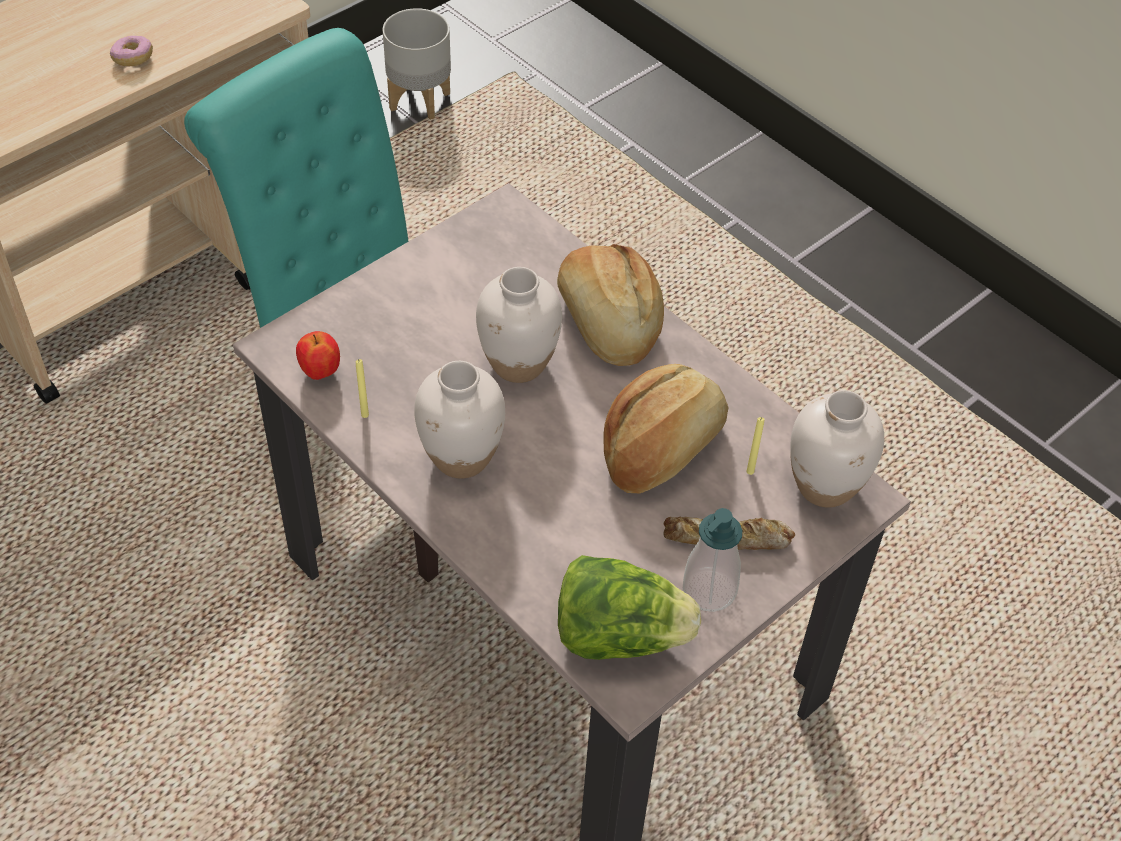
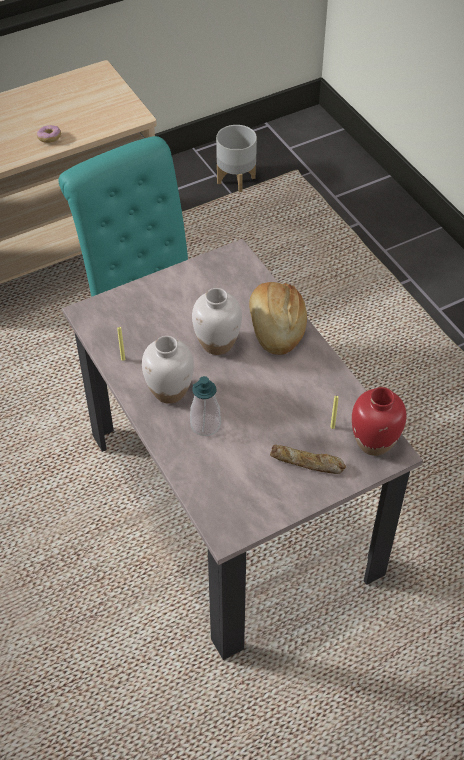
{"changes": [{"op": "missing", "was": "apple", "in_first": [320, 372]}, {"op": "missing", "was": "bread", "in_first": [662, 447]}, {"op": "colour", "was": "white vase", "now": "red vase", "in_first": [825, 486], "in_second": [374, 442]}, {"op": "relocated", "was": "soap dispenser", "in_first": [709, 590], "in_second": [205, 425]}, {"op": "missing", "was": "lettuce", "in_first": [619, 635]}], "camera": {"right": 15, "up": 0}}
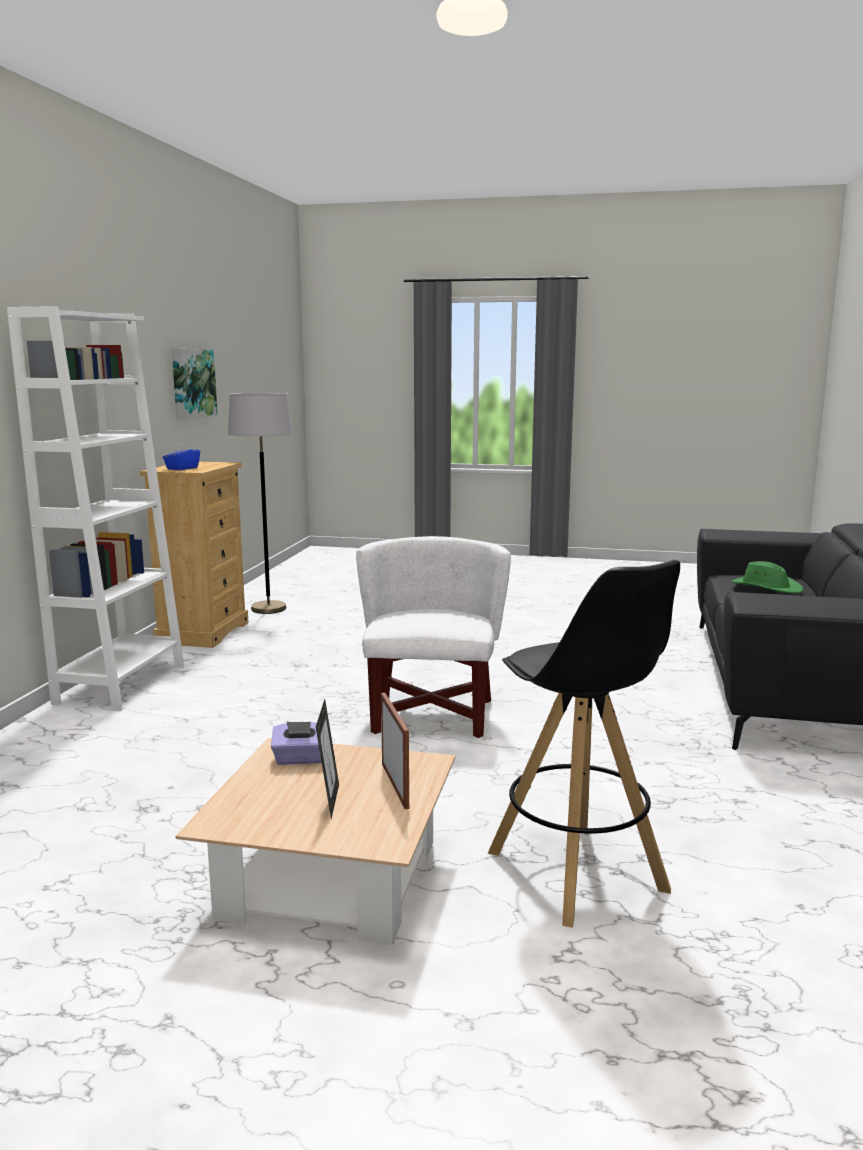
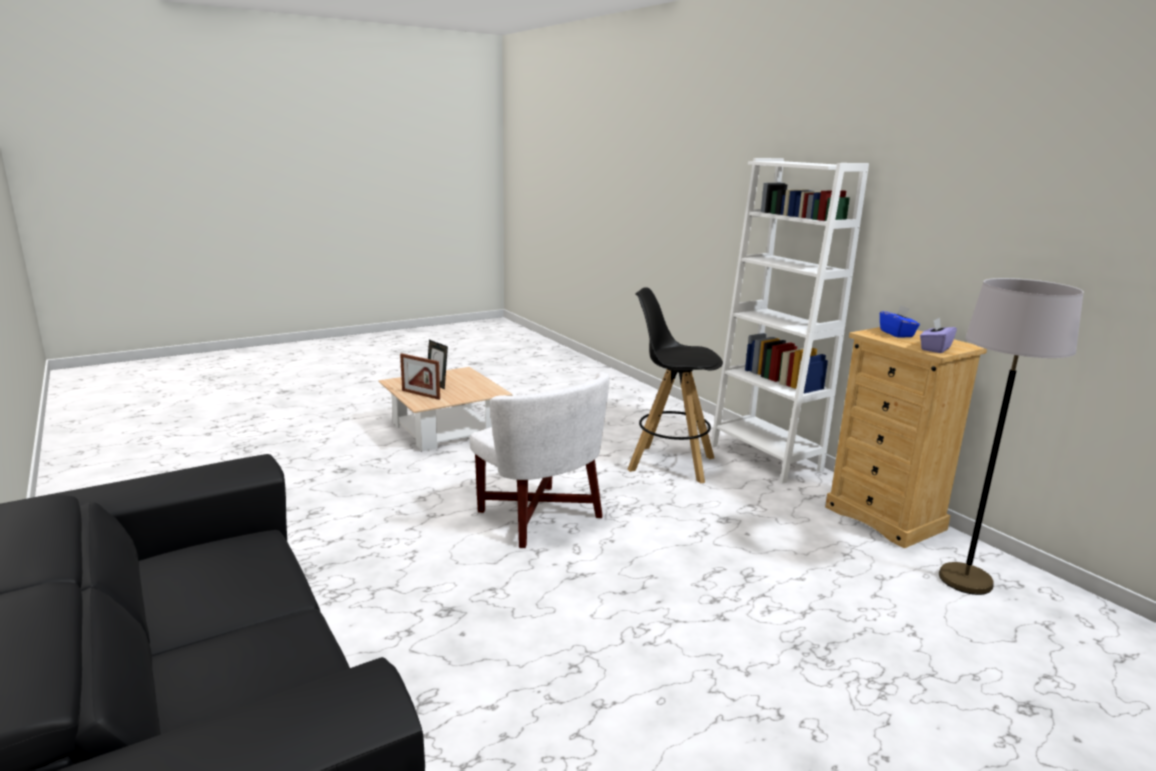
{"changes": [{"op": "missing", "was": "picture", "in_first": [192, 383]}, {"op": "relocated", "was": "black stool", "in_first": [577, 872], "in_second": [670, 463]}, {"op": "missing", "was": "green hat", "in_first": [766, 587]}, {"op": "relocated", "was": "purple tissue box", "in_first": [300, 759], "in_second": [935, 349]}], "camera": {"right": 135, "up": 5}}
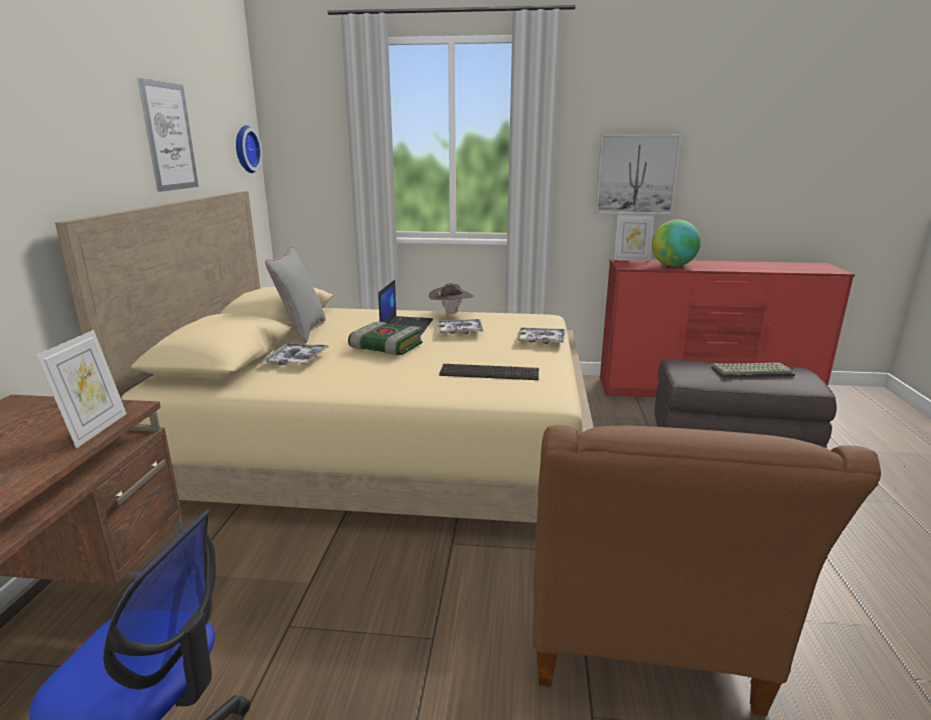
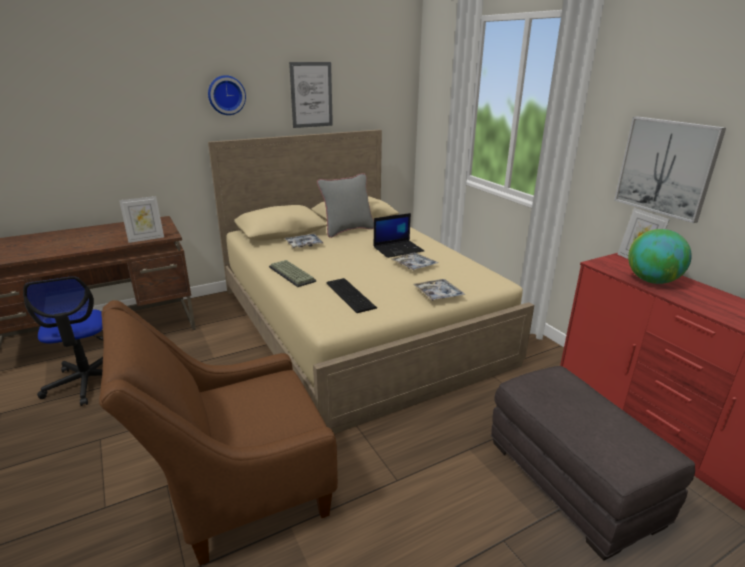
{"changes": [{"op": "relocated", "was": "wall clock", "in_first": [245, 149], "in_second": [226, 95]}, {"op": "missing", "was": "brown hat", "in_first": [451, 313]}, {"op": "missing", "was": "book", "in_first": [385, 347]}, {"op": "relocated", "was": "keyboard", "in_first": [752, 371], "in_second": [293, 274]}], "camera": {"right": 55, "up": 5}}
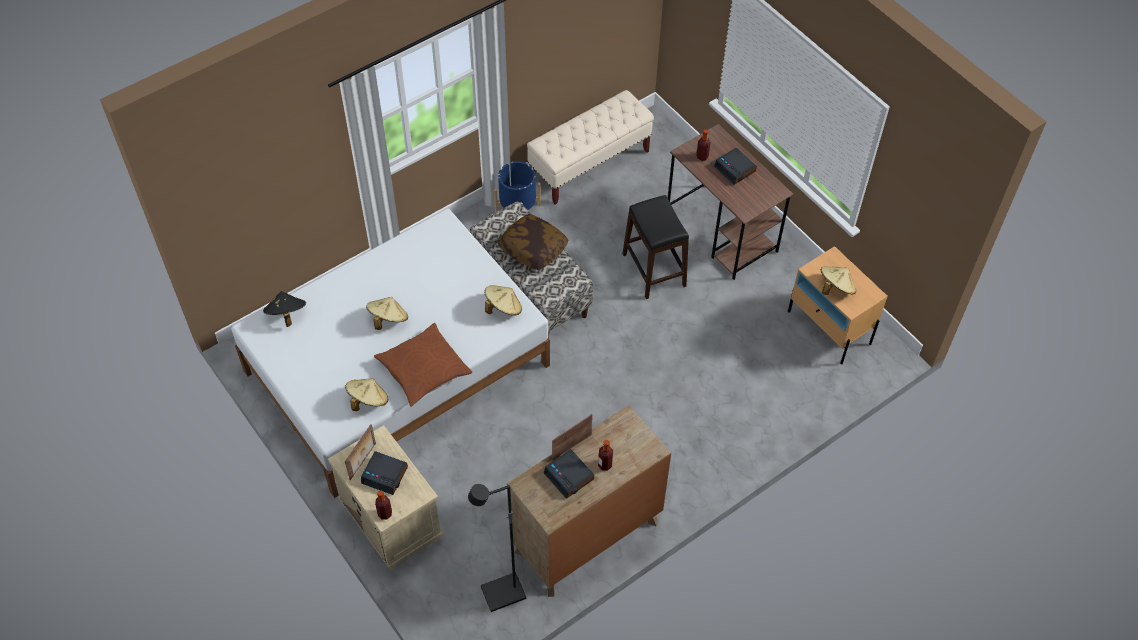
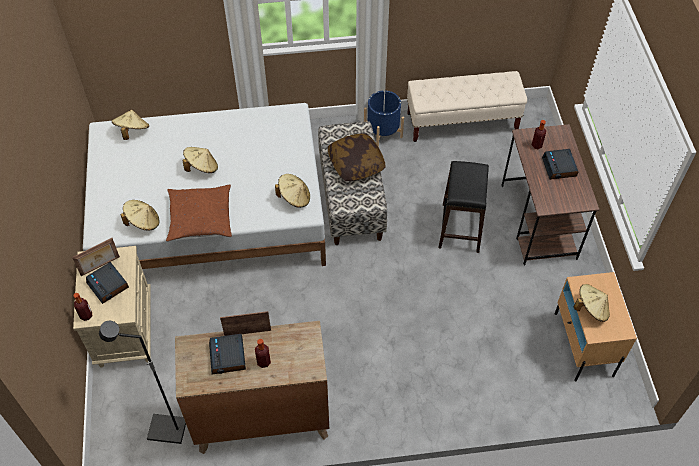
{"changes": [{"op": "colour", "was": "black hat", "now": "beige hat", "in_first": [286, 315], "in_second": [132, 131]}], "camera": {"right": 30, "up": 0}}
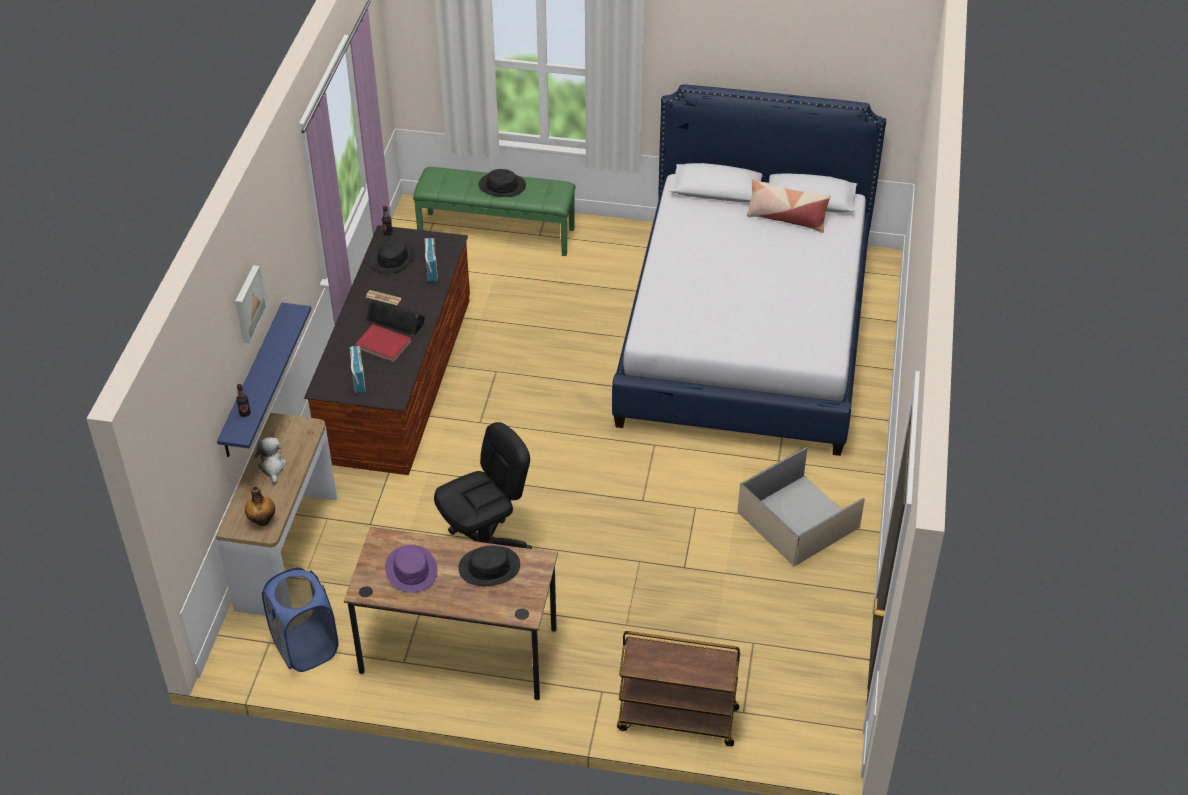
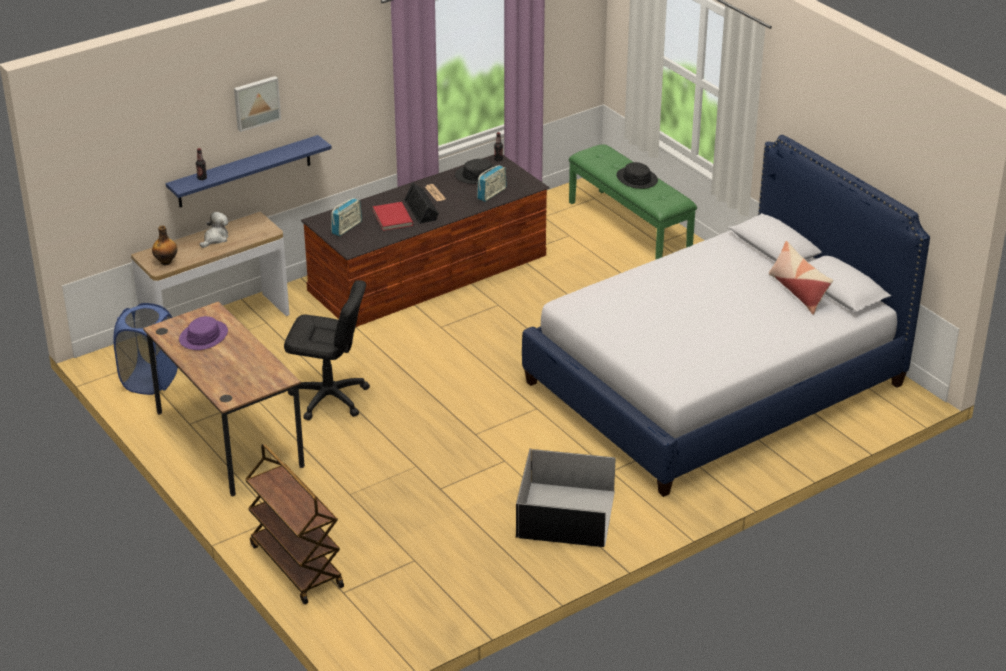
{"changes": [{"op": "colour", "was": "beige storage box", "now": "black storage box", "in_first": [799, 520], "in_second": [566, 515]}, {"op": "missing", "was": "black hat", "in_first": [489, 567]}], "camera": {"right": 45, "up": -10}}
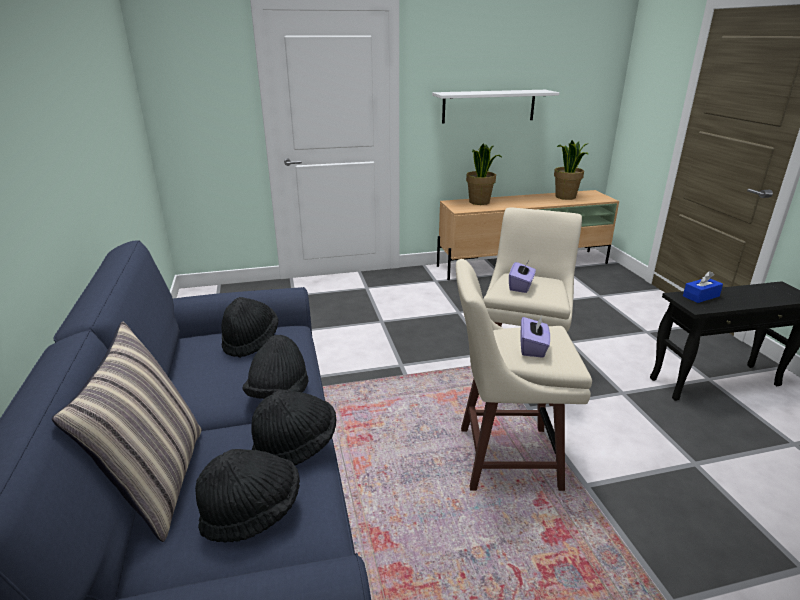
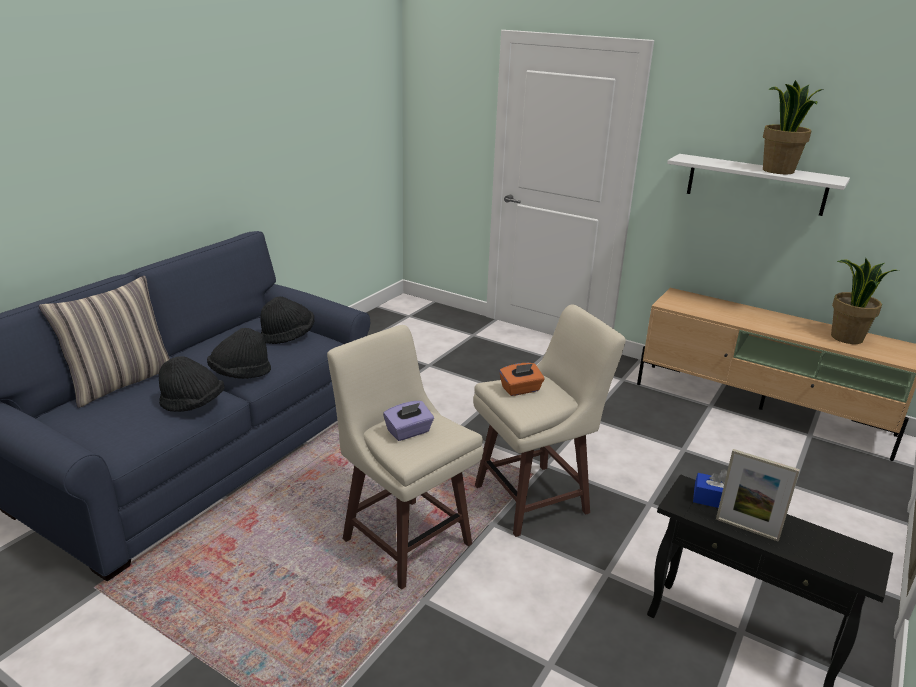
{"changes": [{"op": "relocated", "was": "potted plant", "in_first": [479, 202], "in_second": [778, 171]}, {"op": "colour", "was": "purple tissue box", "now": "orange tissue box", "in_first": [521, 286], "in_second": [521, 390]}, {"op": "missing", "was": "black hat", "in_first": [252, 512]}, {"op": "appeared", "now": "picture frame", "in_second": [747, 529]}], "camera": {"right": 45, "up": 0}}
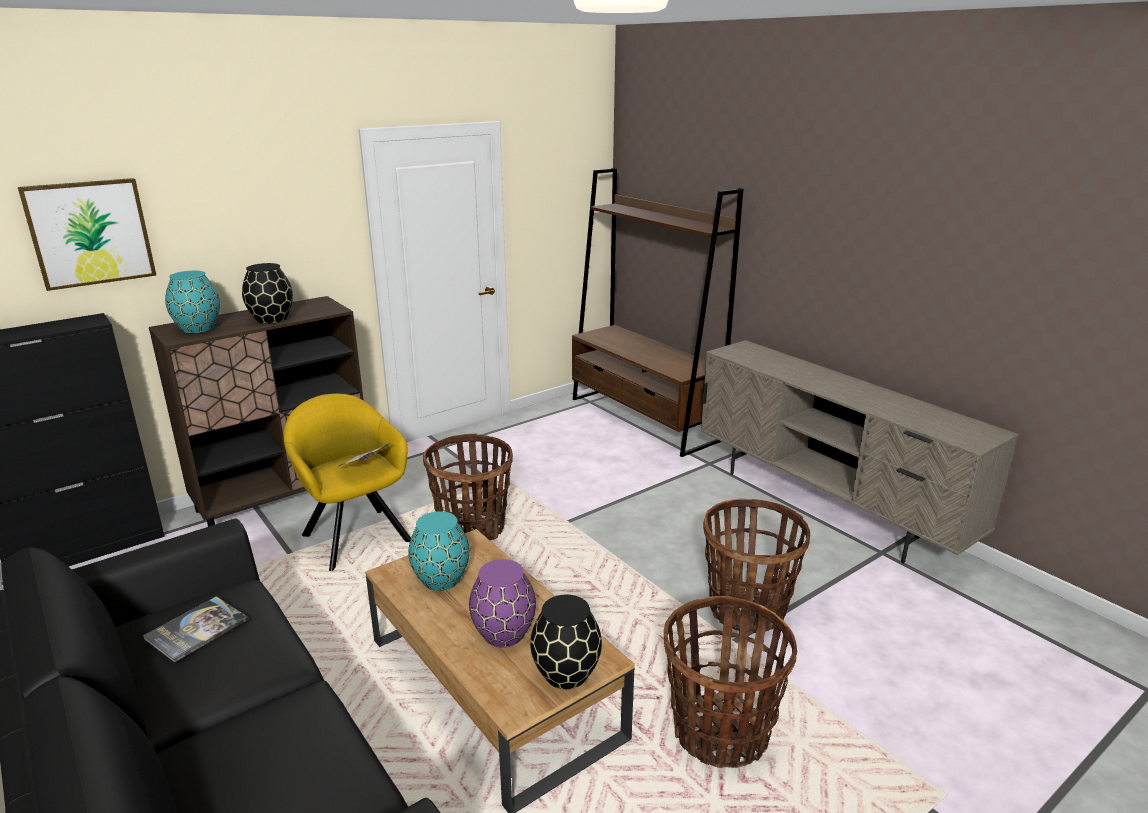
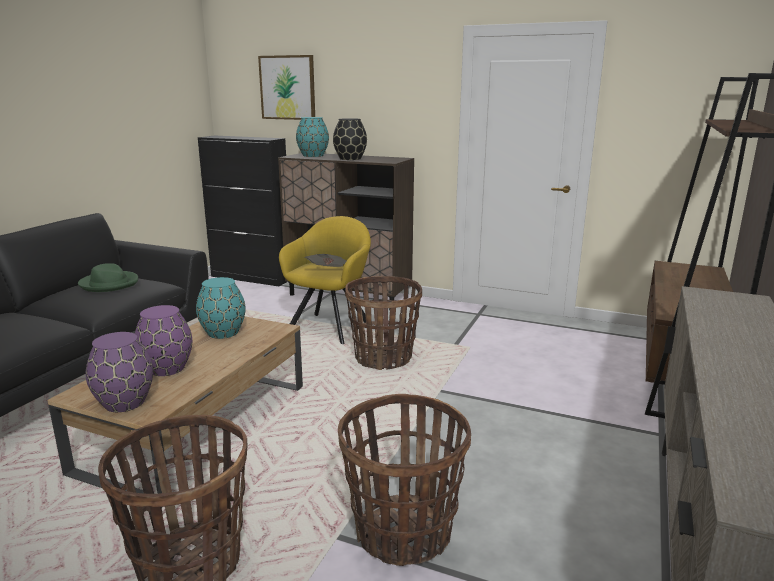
{"changes": [{"op": "colour", "was": "black vase", "now": "purple vase", "in_first": [565, 673], "in_second": [124, 402]}, {"op": "exchanged", "was": "book", "now": "green hat", "in_first": [197, 629], "in_second": [109, 284]}], "camera": {"right": 60, "up": -5}}
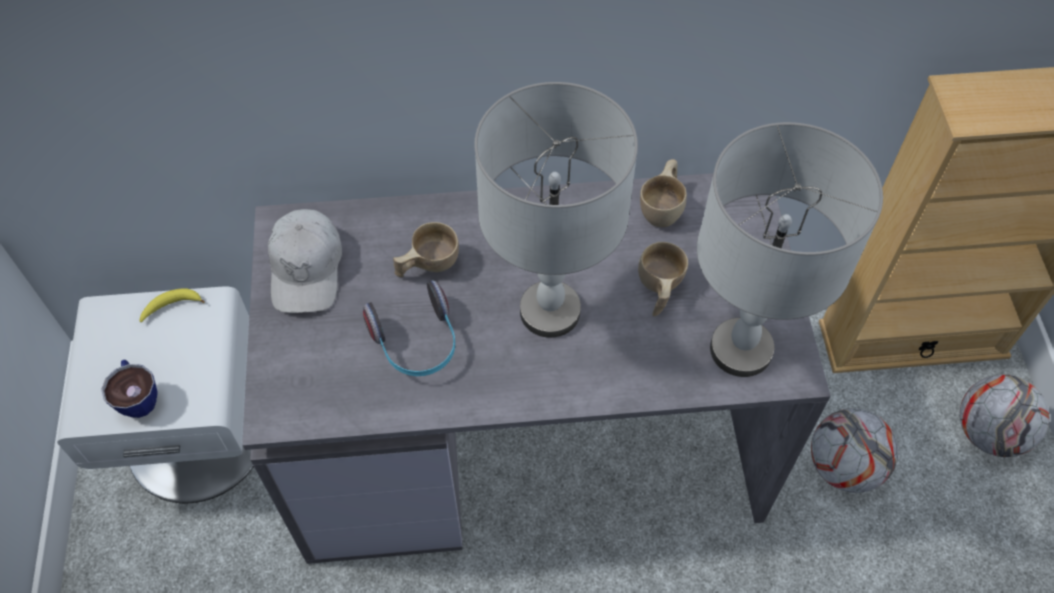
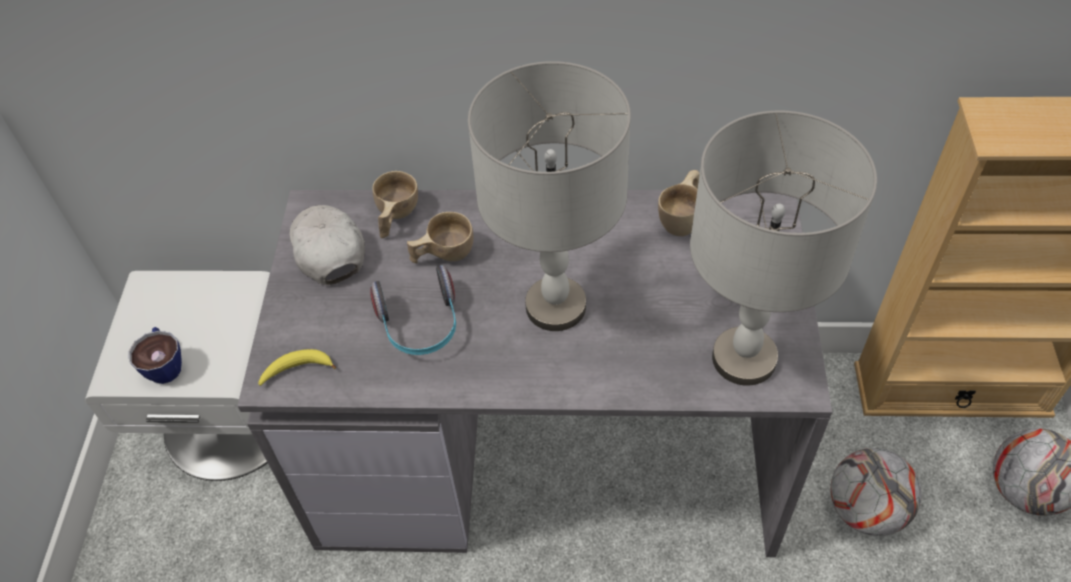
{"changes": [{"op": "spun", "was": "white cap", "in_first": [307, 269], "in_second": [328, 249], "clockwise": 150}, {"op": "relocated", "was": "beige cup", "in_first": [658, 290], "in_second": [395, 217]}, {"op": "relocated", "was": "banana", "in_first": [171, 307], "in_second": [297, 370]}], "camera": {"right": 10, "up": -5}}
